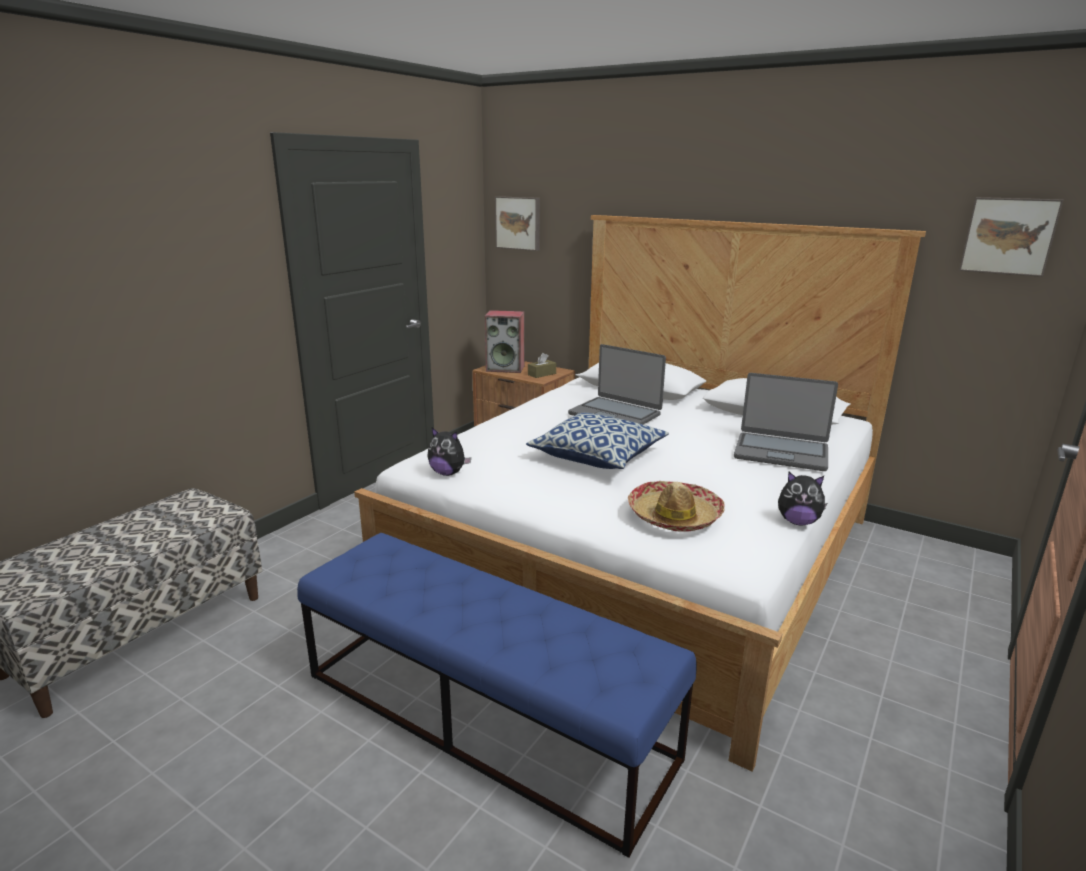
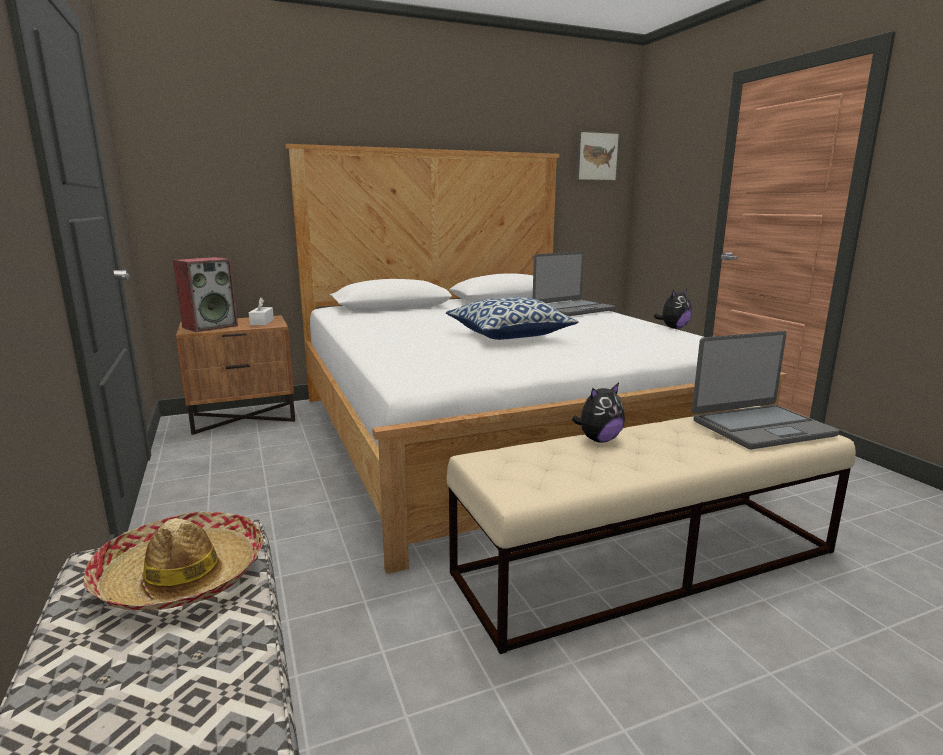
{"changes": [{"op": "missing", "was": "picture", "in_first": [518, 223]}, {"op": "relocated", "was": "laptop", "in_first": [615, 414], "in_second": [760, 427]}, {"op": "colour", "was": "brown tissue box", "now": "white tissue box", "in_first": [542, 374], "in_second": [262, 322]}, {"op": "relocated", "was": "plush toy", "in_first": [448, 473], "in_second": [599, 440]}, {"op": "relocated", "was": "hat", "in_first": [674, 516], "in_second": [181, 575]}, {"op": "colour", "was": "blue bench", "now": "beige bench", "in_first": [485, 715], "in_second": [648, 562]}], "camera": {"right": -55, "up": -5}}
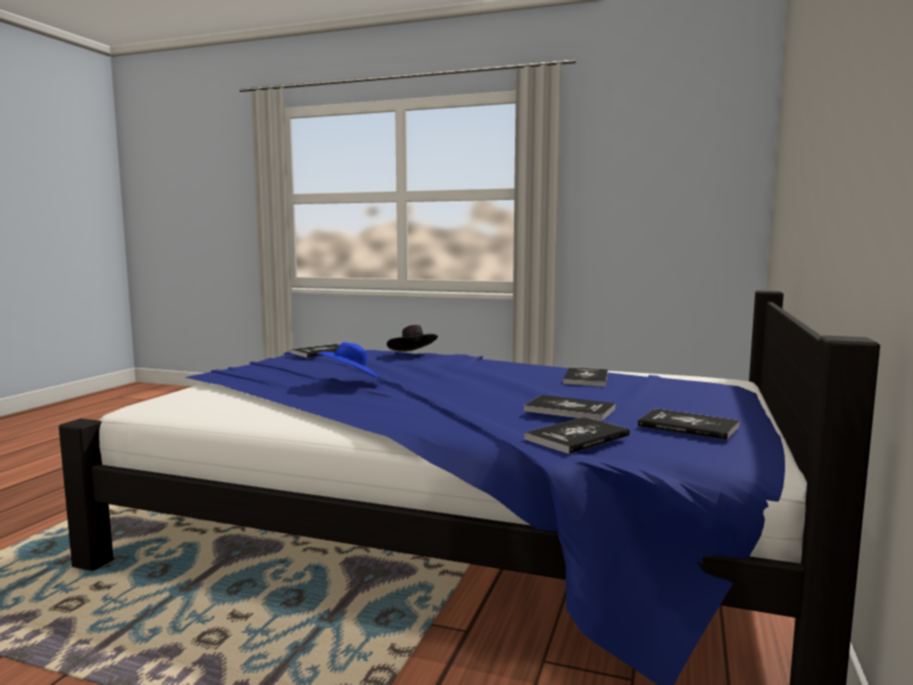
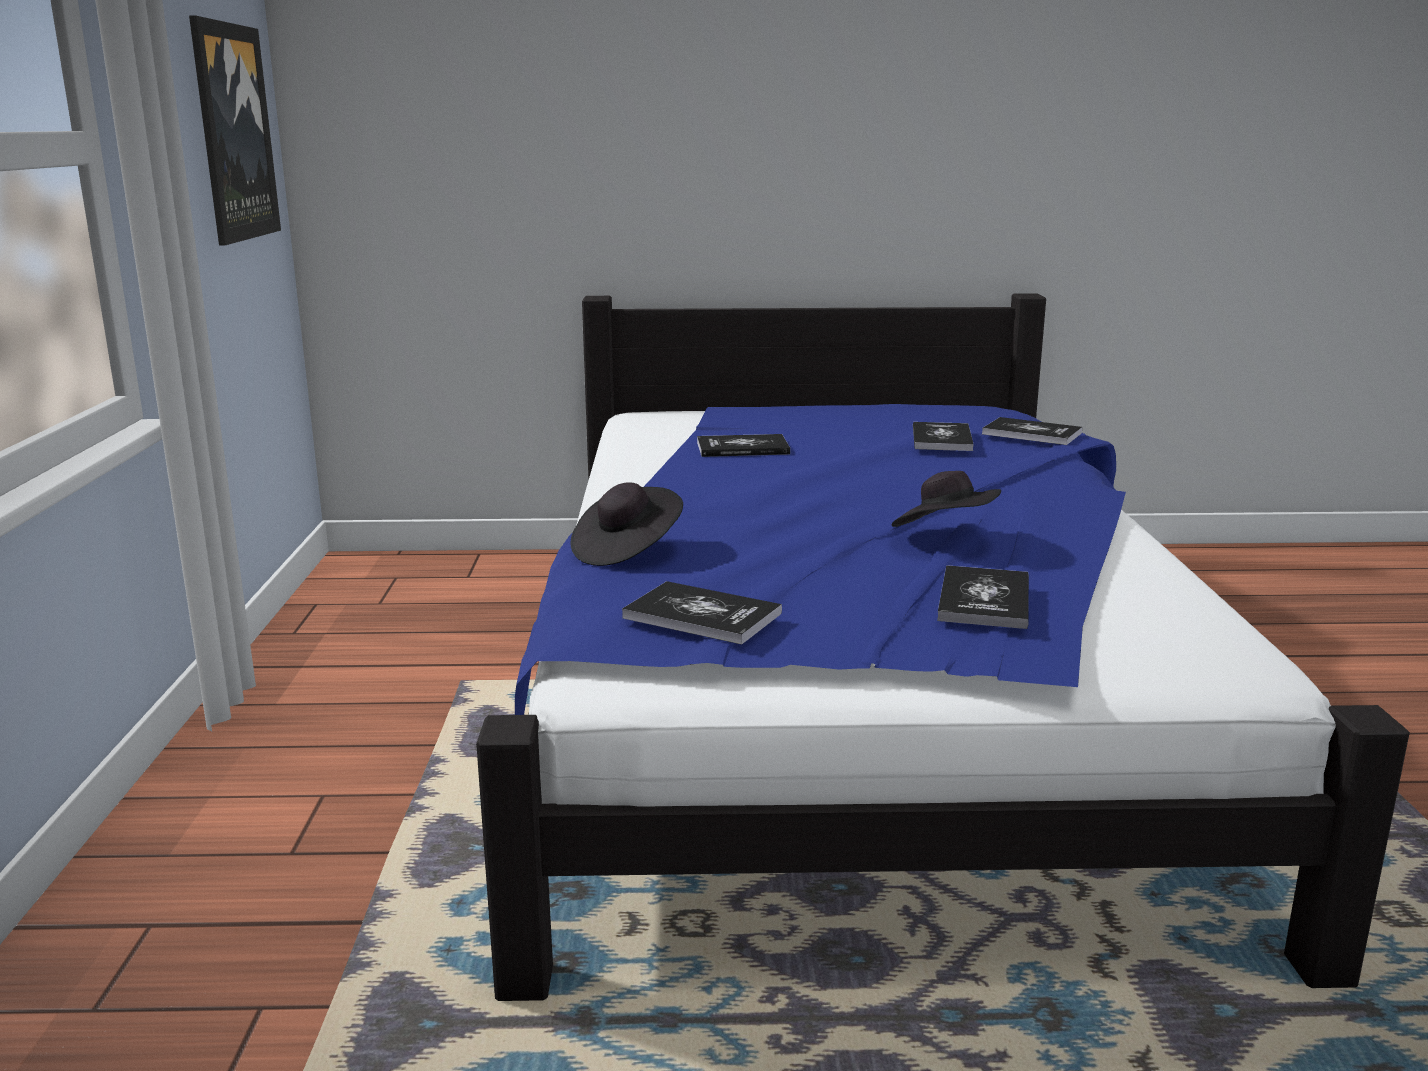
{"changes": [{"op": "colour", "was": "blue hat", "now": "black hat", "in_first": [351, 380], "in_second": [945, 535]}, {"op": "relocated", "was": "book", "in_first": [688, 426], "in_second": [984, 600]}, {"op": "appeared", "now": "picture", "in_second": [233, 133]}], "camera": {"right": -110, "up": 10}}
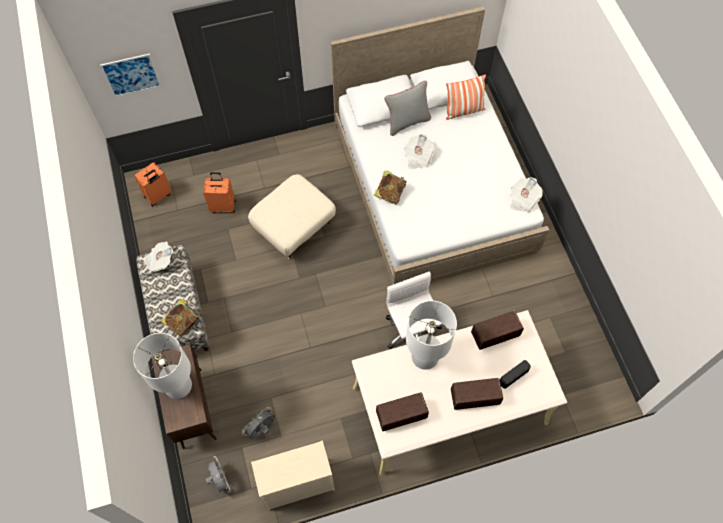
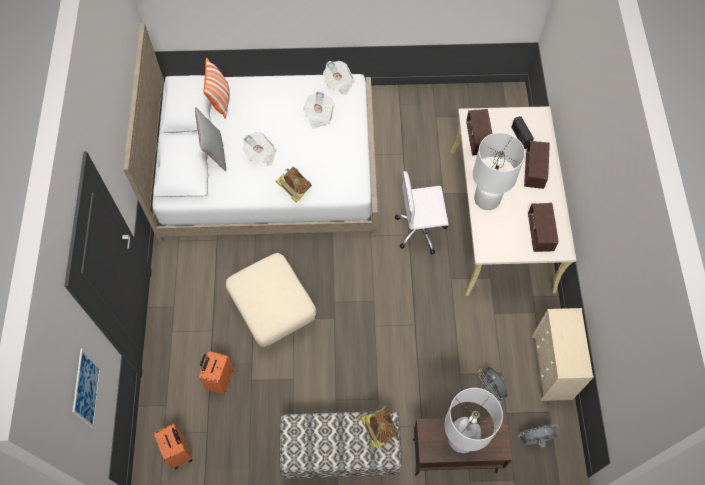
{"changes": [{"op": "relocated", "was": "newspaper", "in_first": [159, 261], "in_second": [319, 115]}], "camera": {"right": -75, "up": 0}}
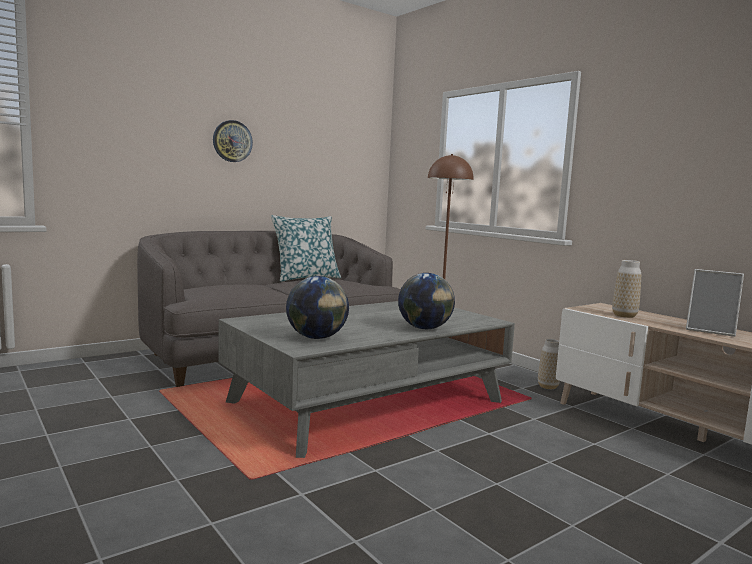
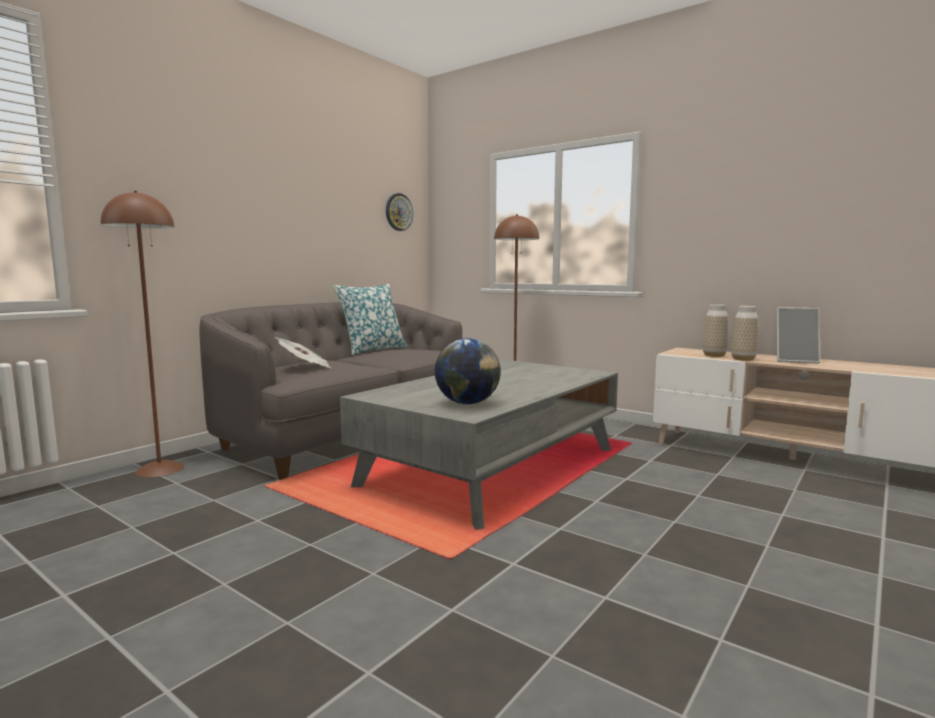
{"changes": [{"op": "relocated", "was": "wall clock", "in_first": [232, 141], "in_second": [398, 212]}, {"op": "missing", "was": "globe", "in_first": [424, 328]}, {"op": "relocated", "was": "vase", "in_first": [548, 386], "in_second": [743, 359]}, {"op": "appeared", "now": "brown floor lamp", "in_second": [160, 469]}, {"op": "appeared", "now": "newspaper", "in_second": [305, 367]}], "camera": {"right": -15, "up": 0}}
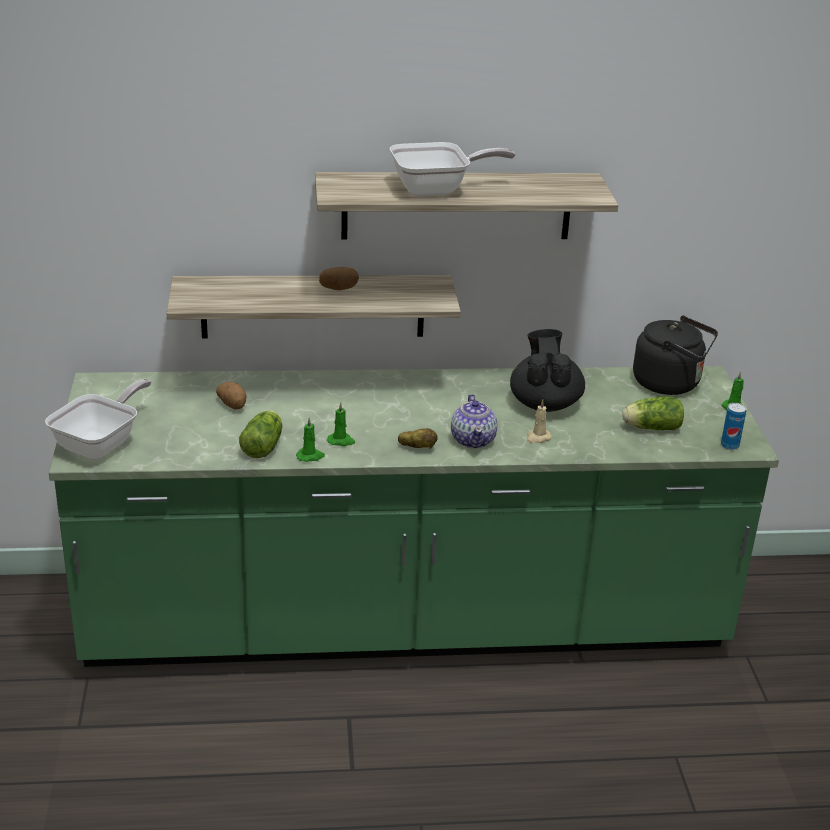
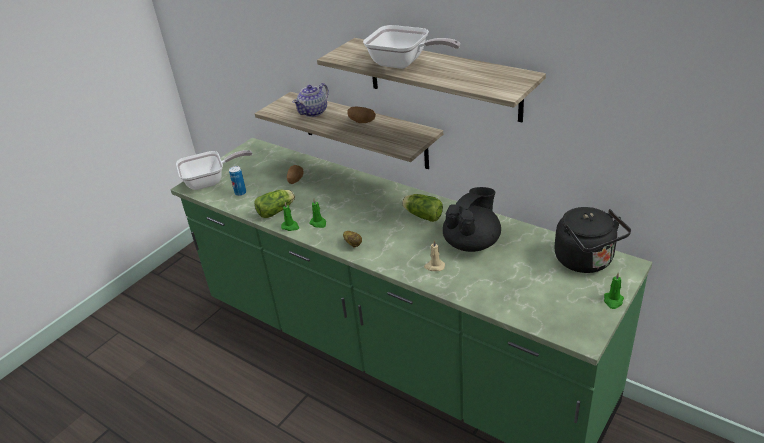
{"changes": [{"op": "relocated", "was": "teapot", "in_first": [473, 440], "in_second": [314, 112]}, {"op": "relocated", "was": "lettuce", "in_first": [650, 427], "in_second": [422, 215]}, {"op": "relocated", "was": "can", "in_first": [729, 445], "in_second": [240, 193]}], "camera": {"right": 45, "up": 5}}
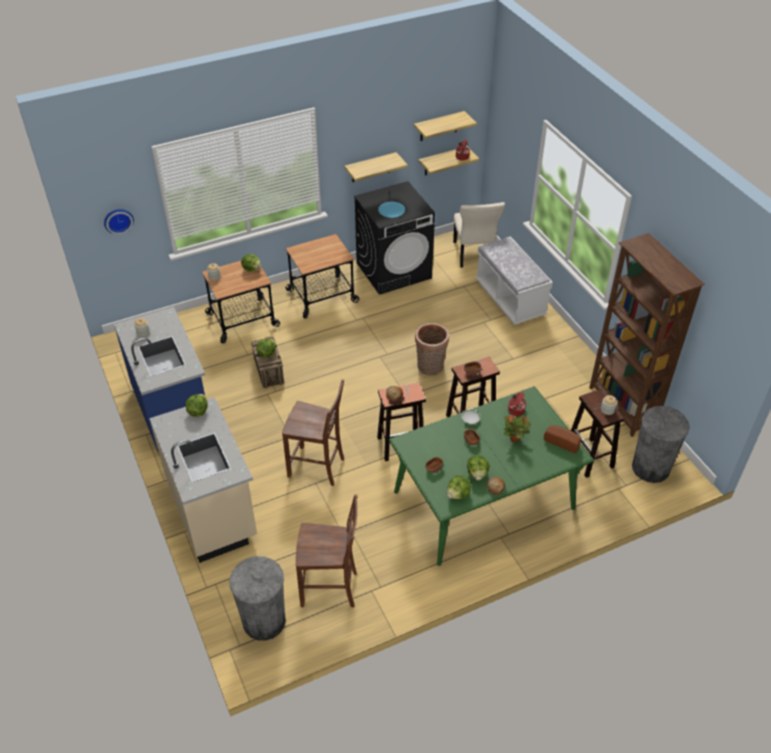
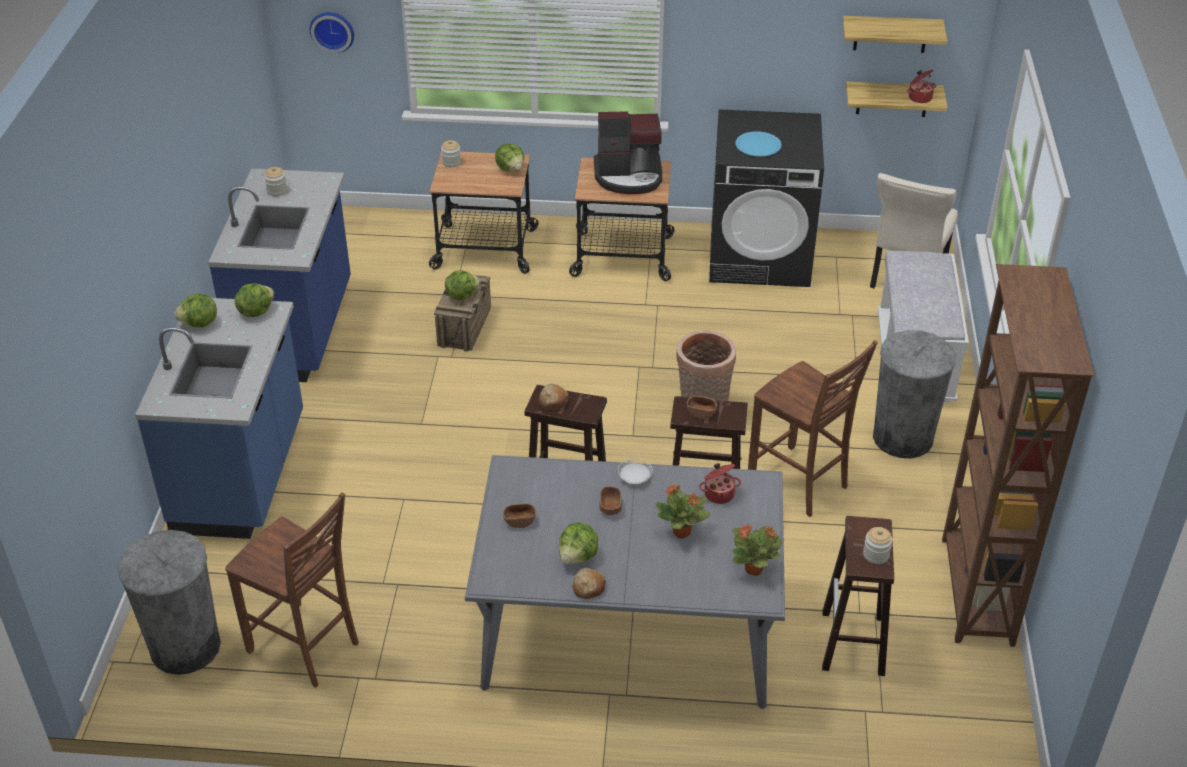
{"changes": [{"op": "missing", "was": "shelf", "in_first": [370, 167]}, {"op": "relocated", "was": "brown chair", "in_first": [317, 468], "in_second": [799, 483]}, {"op": "colour", "was": "green dining table", "now": "grey dining table", "in_first": [483, 501], "in_second": [626, 630]}, {"op": "colour", "was": "beige counter", "now": "blue counter", "in_first": [213, 510], "in_second": [242, 475]}, {"op": "relocated", "was": "grey trash can", "in_first": [650, 468], "in_second": [902, 437]}, {"op": "exchanged", "was": "bread", "now": "potted plant", "in_first": [562, 442], "in_second": [754, 569]}, {"op": "relocated", "was": "lettuce", "in_first": [458, 494], "in_second": [199, 324]}, {"op": "appeared", "now": "coffee machine", "in_second": [629, 176]}], "camera": {"right": 30, "up": -5}}
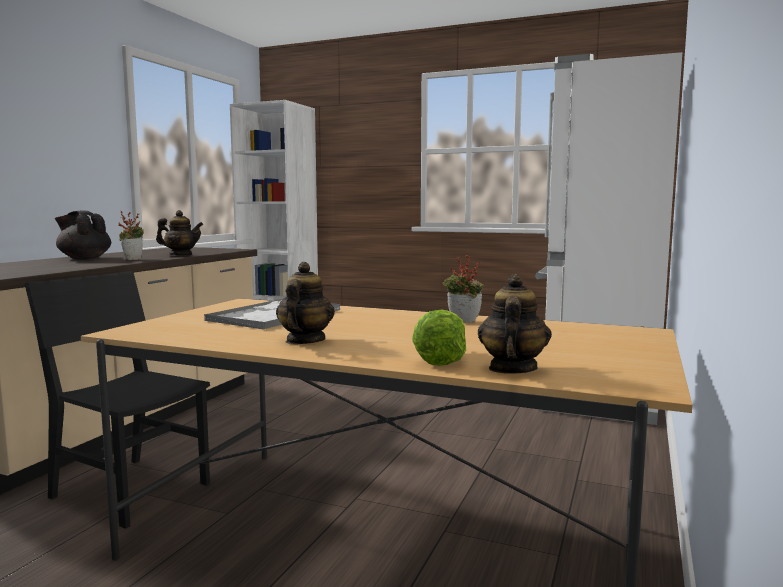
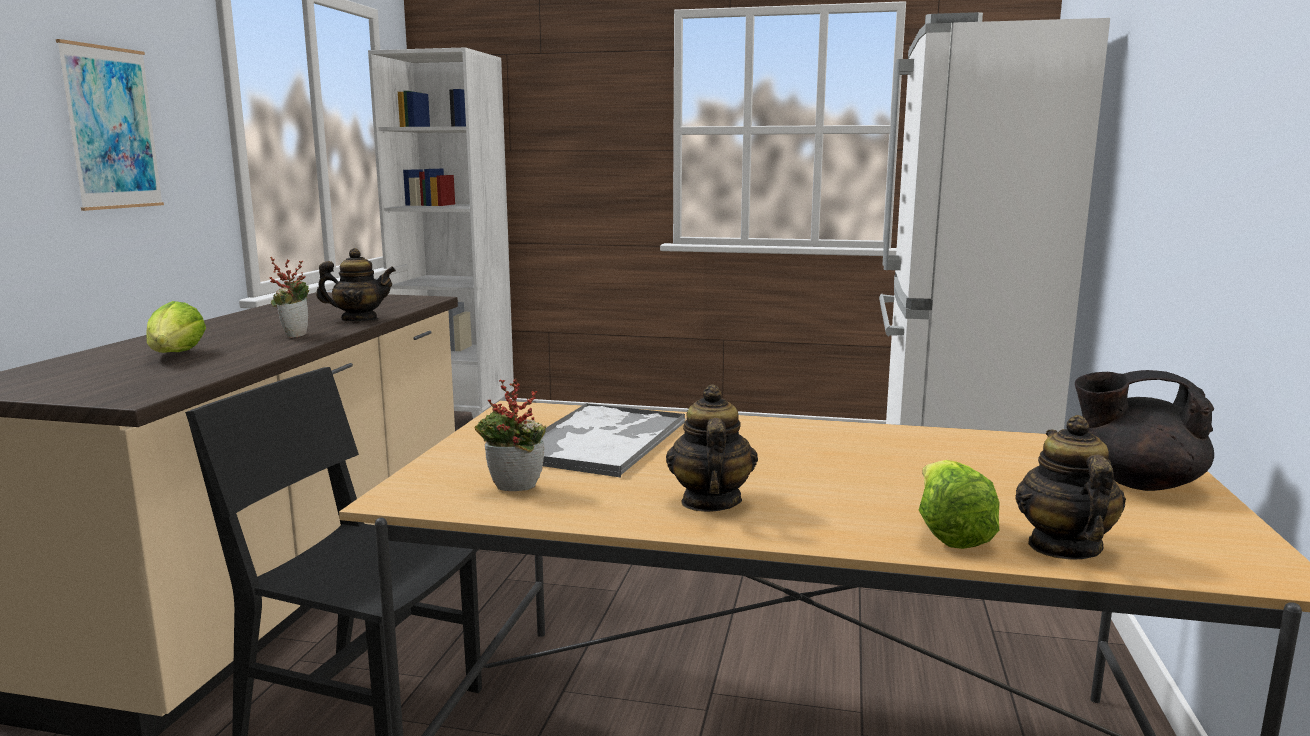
{"changes": [{"op": "relocated", "was": "black teapot", "in_first": [84, 258], "in_second": [1136, 482]}, {"op": "relocated", "was": "potted plant", "in_first": [462, 322], "in_second": [513, 490]}, {"op": "appeared", "now": "picture", "in_second": [112, 128]}, {"op": "appeared", "now": "lettuce", "in_second": [176, 355]}], "camera": {"right": -10, "up": 5}}
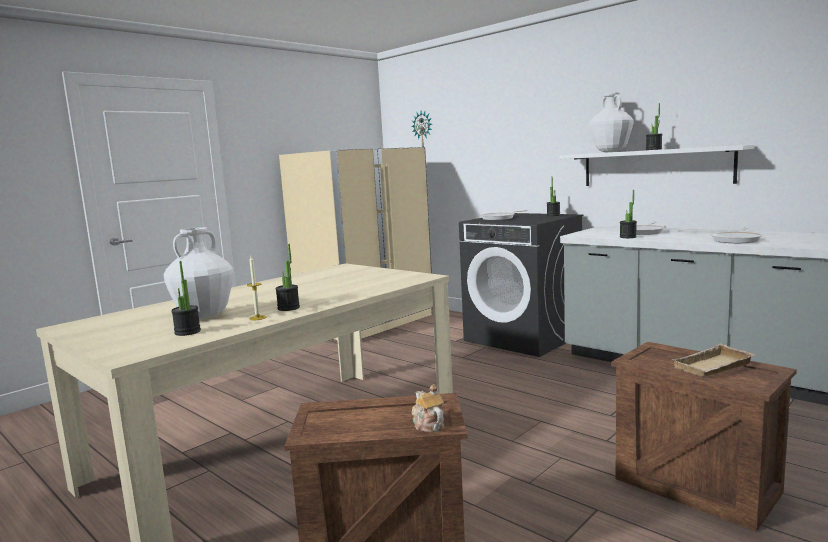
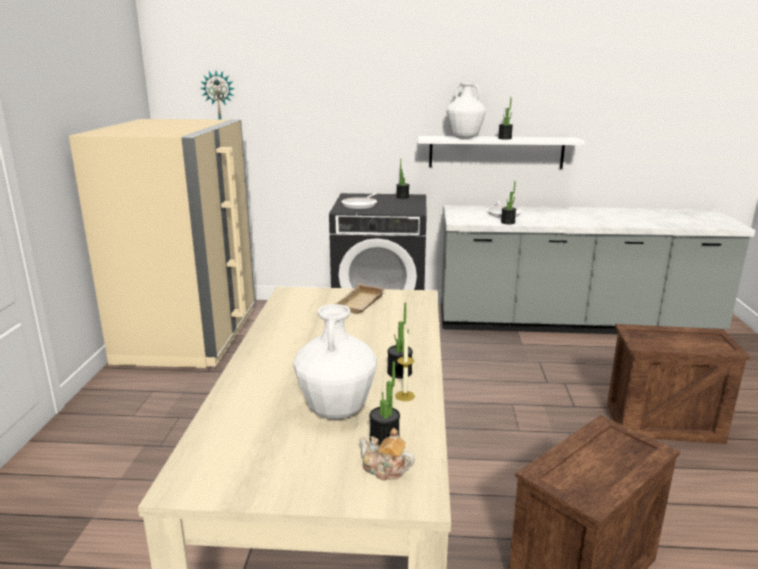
{"changes": [{"op": "missing", "was": "frying pan", "in_first": [737, 240]}, {"op": "relocated", "was": "beige tray", "in_first": [714, 367], "in_second": [361, 304]}, {"op": "relocated", "was": "teapot", "in_first": [428, 424], "in_second": [384, 470]}], "camera": {"right": -40, "up": 10}}
